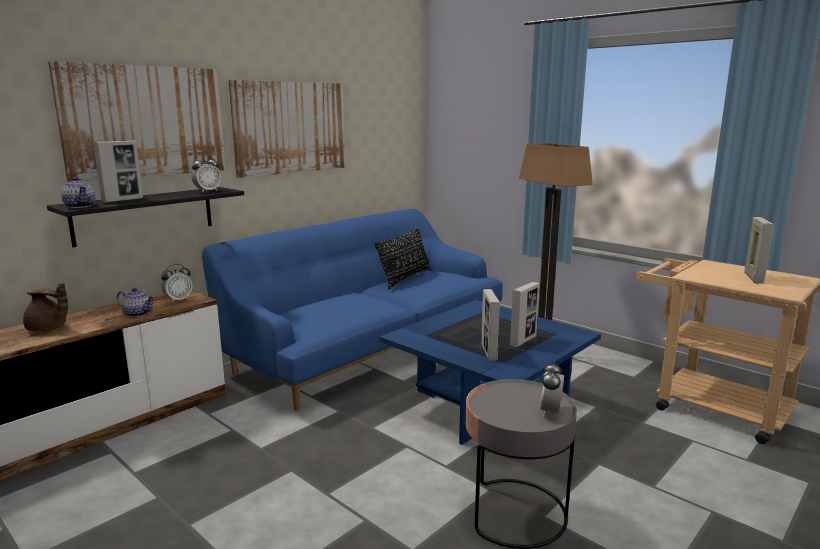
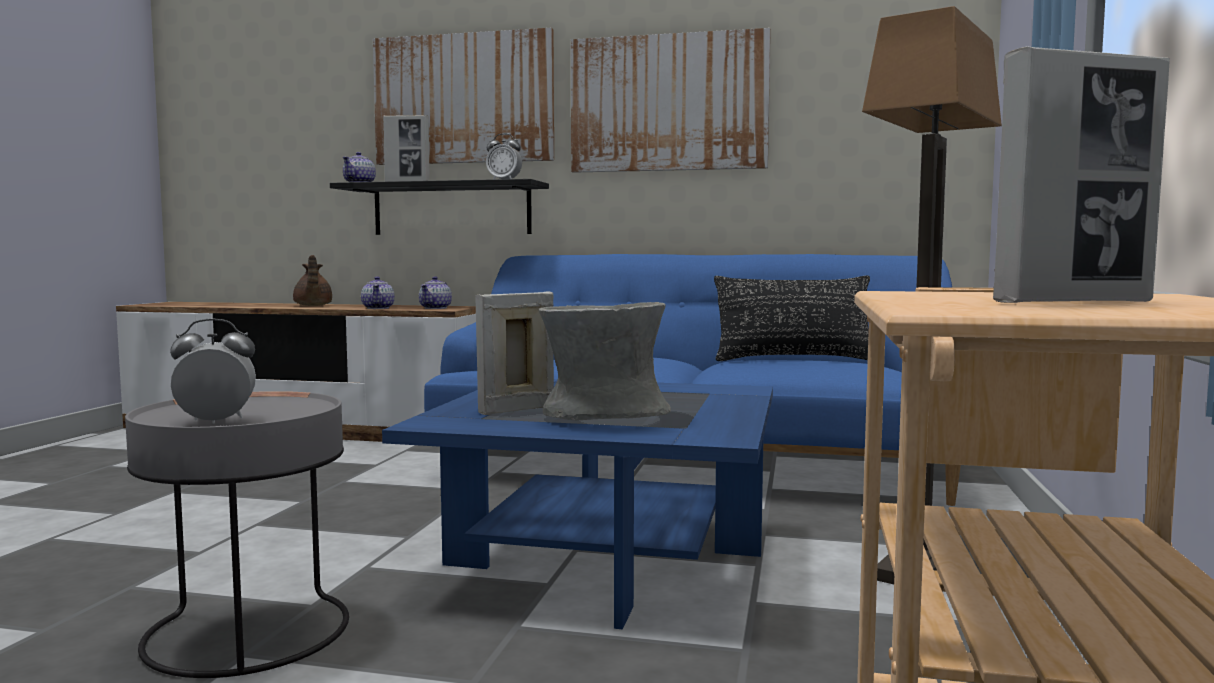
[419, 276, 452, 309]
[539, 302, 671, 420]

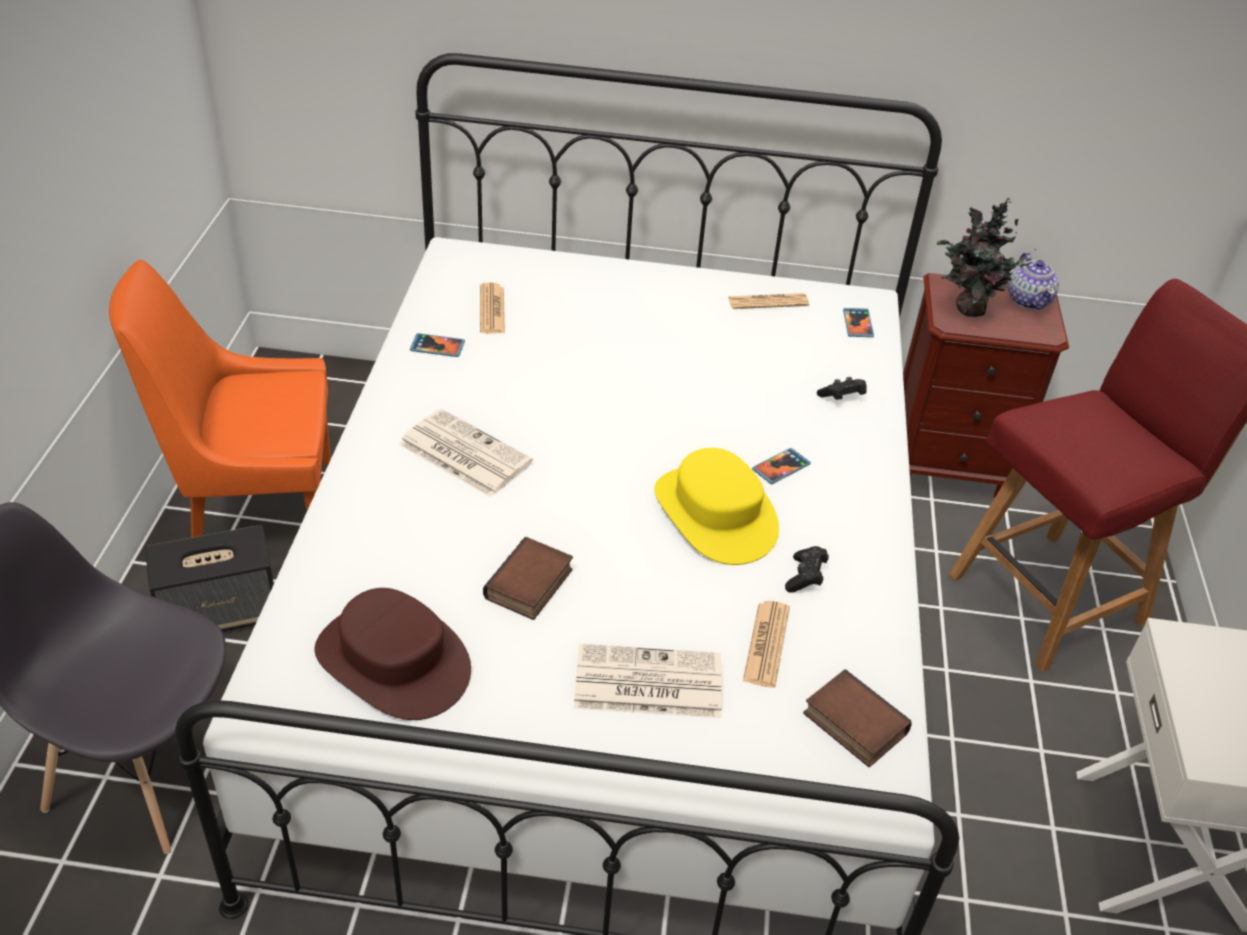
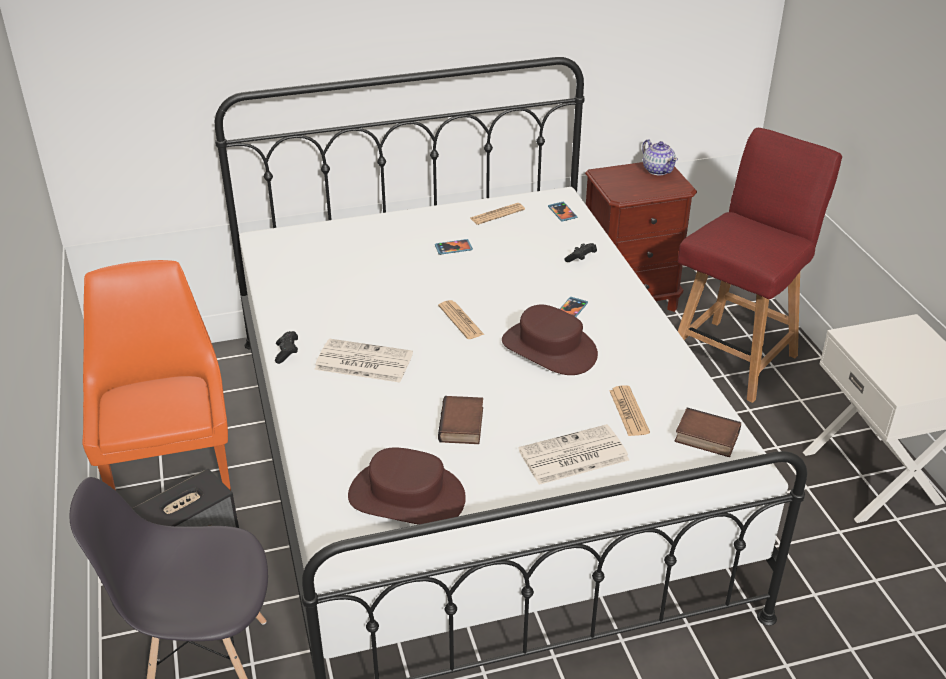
[82, 260, 231, 491]
[275, 331, 298, 364]
[435, 239, 473, 255]
[438, 300, 484, 339]
[502, 304, 598, 375]
[937, 197, 1036, 317] (first image)

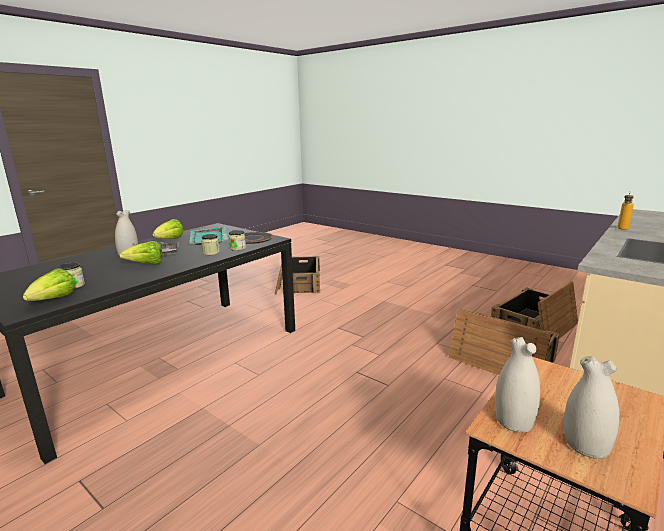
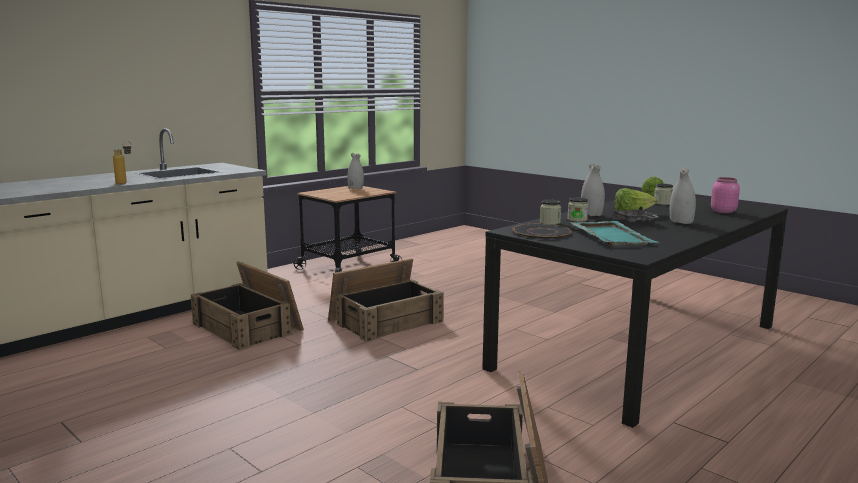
[328, 258, 444, 342]
[581, 163, 605, 216]
[711, 177, 740, 213]
[152, 219, 183, 239] (first image)

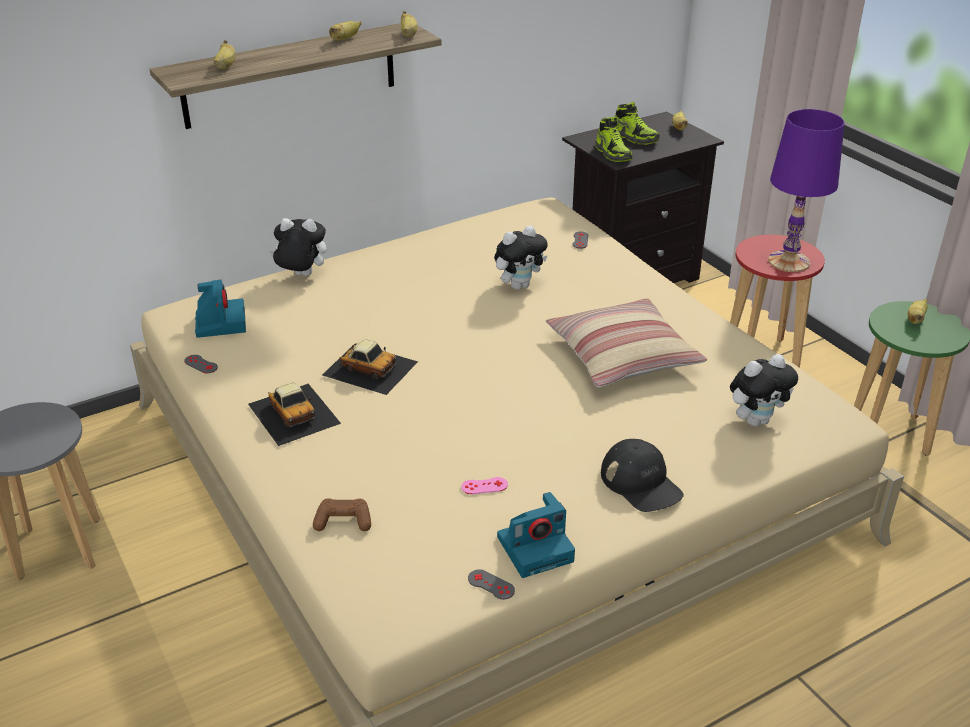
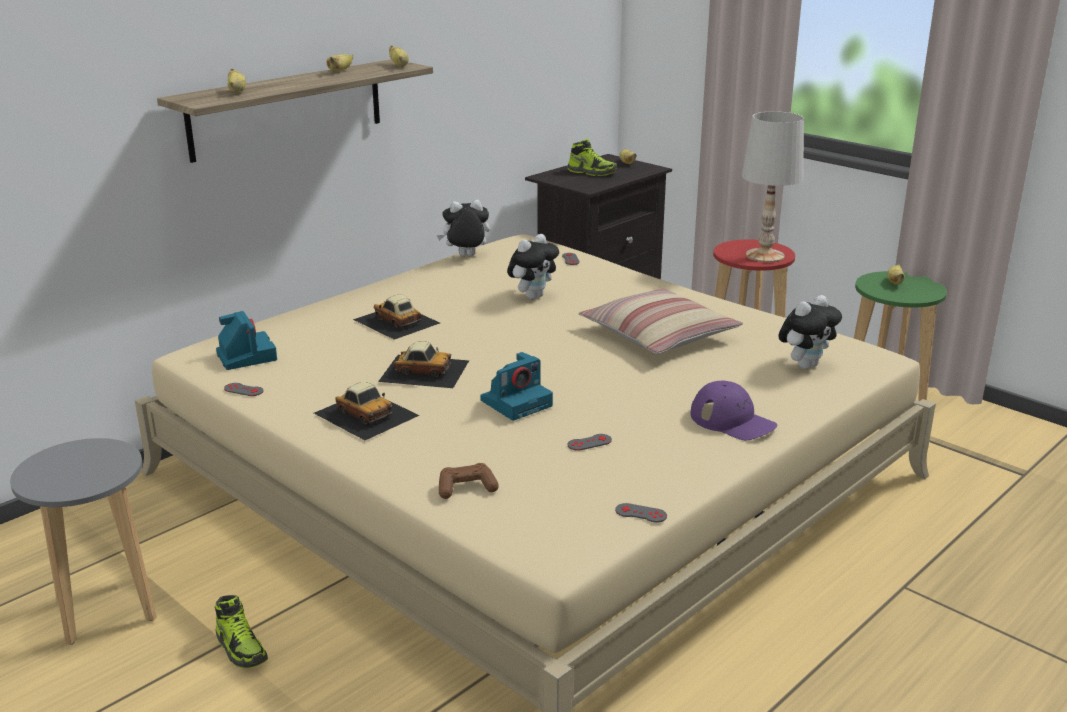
[215, 595, 268, 668]
[353, 295, 440, 340]
[437, 200, 490, 256]
[481, 352, 553, 421]
[568, 434, 612, 451]
[691, 380, 777, 440]
[742, 111, 804, 263]

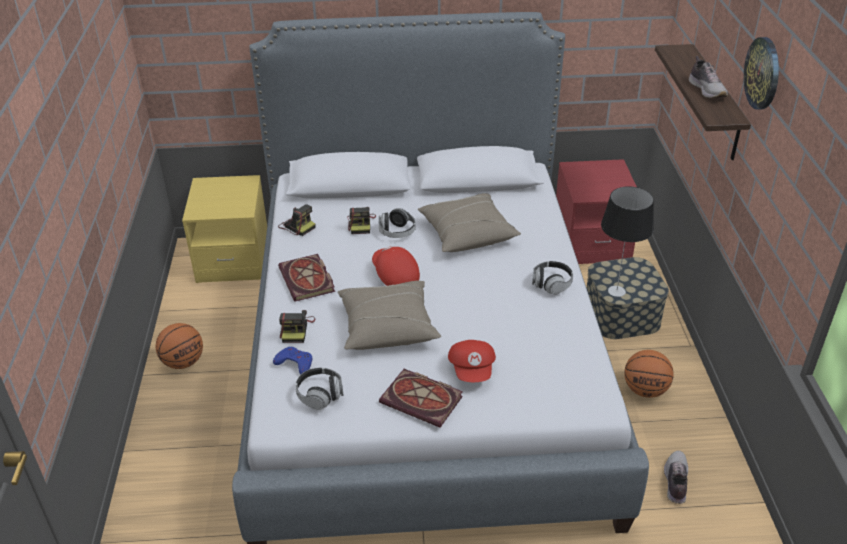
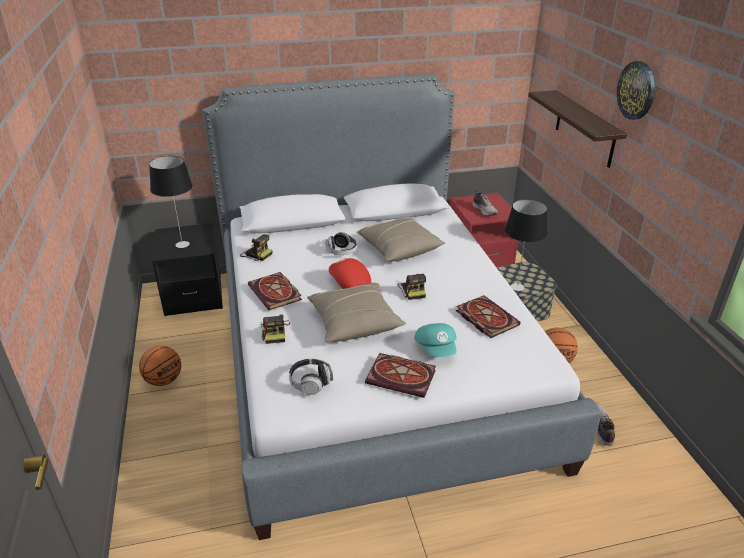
[149, 156, 193, 248]
[152, 223, 223, 316]
[398, 274, 426, 300]
[414, 323, 457, 357]
[456, 295, 521, 338]
[472, 190, 498, 216]
[273, 347, 312, 374] (first image)
[532, 261, 573, 295] (first image)

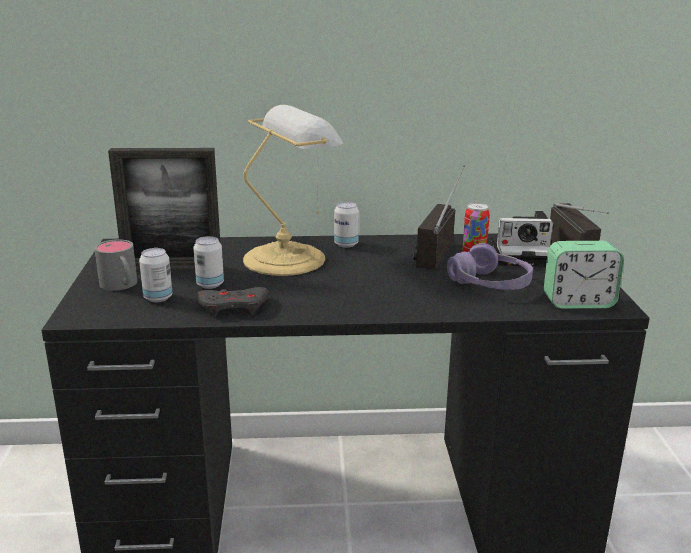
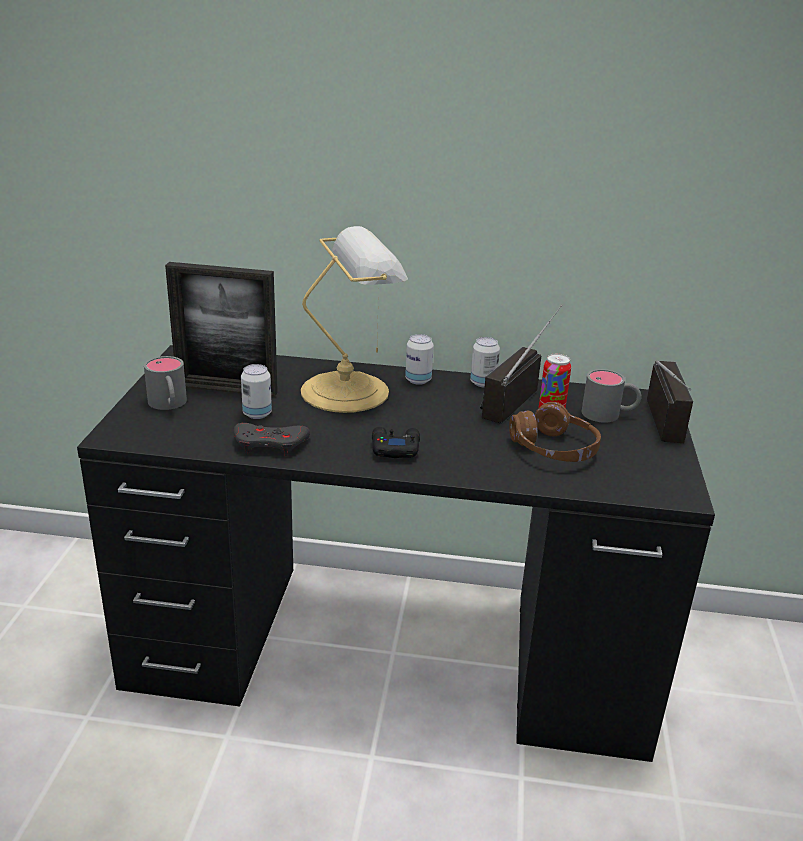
[372, 427, 420, 458]
[470, 337, 500, 387]
[509, 402, 601, 462]
[582, 369, 642, 423]
[544, 241, 624, 309] (first image)

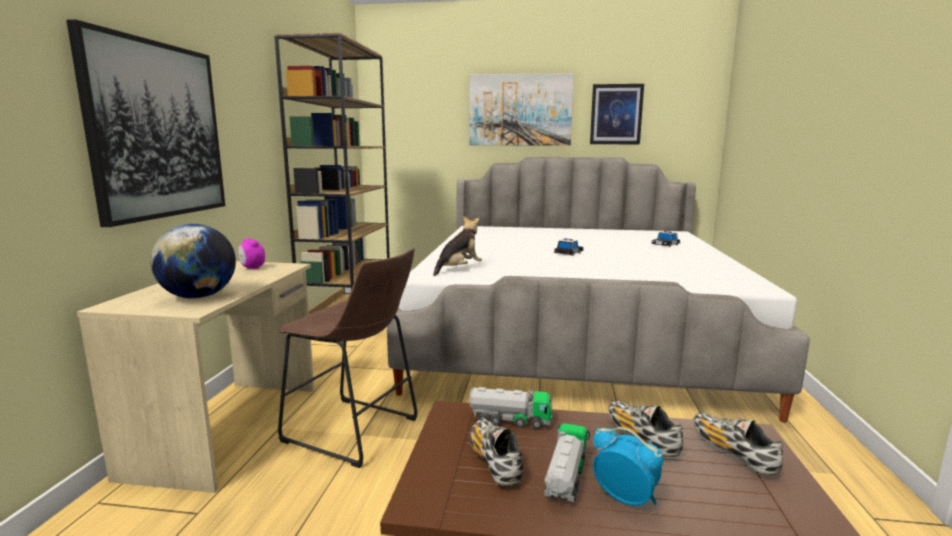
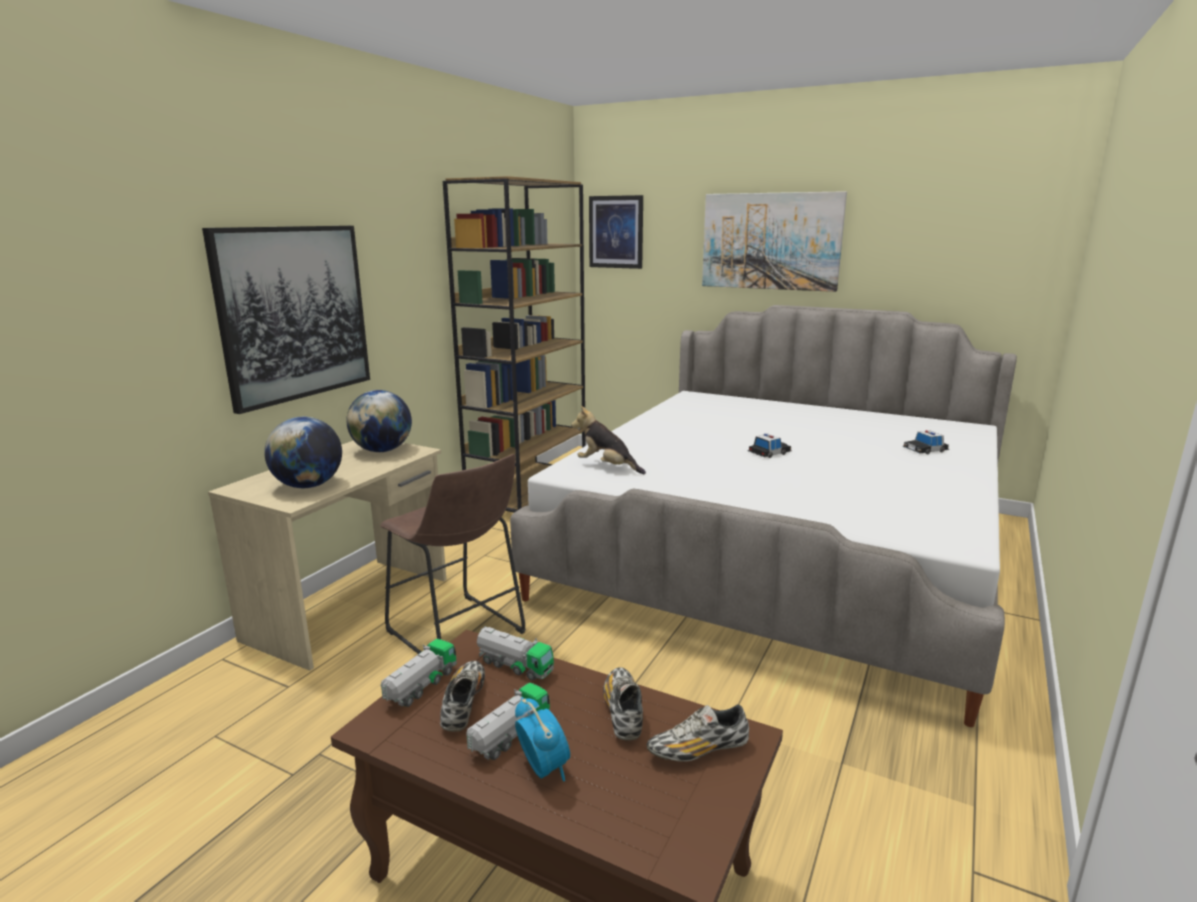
[346, 390, 412, 452]
[381, 639, 457, 707]
[571, 406, 646, 474]
[589, 195, 643, 269]
[647, 704, 749, 762]

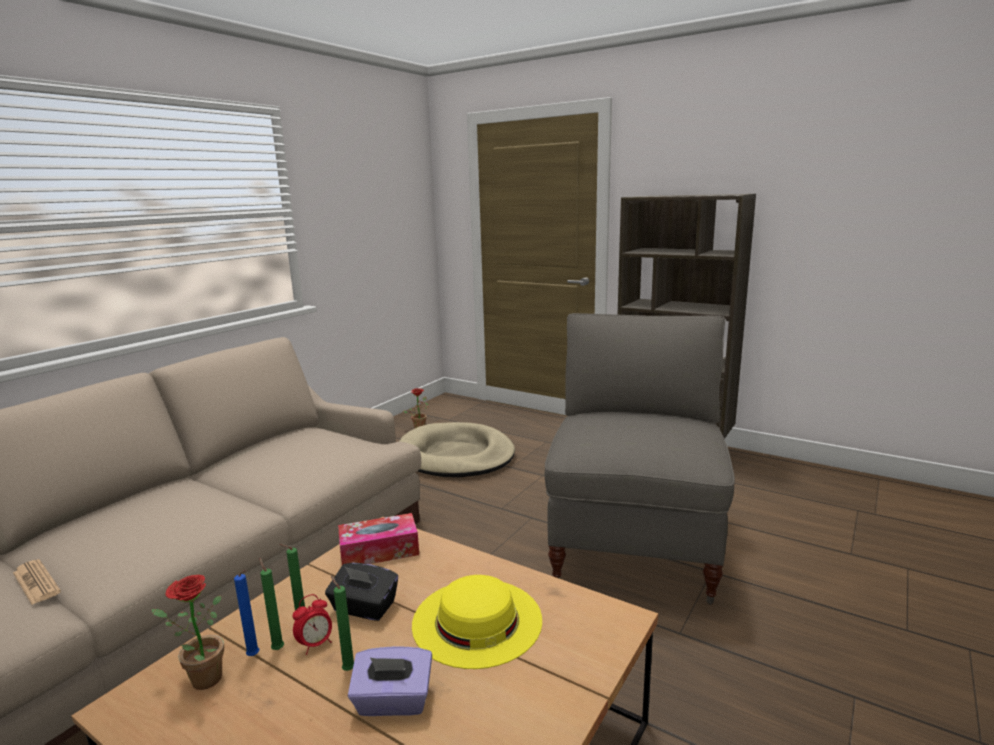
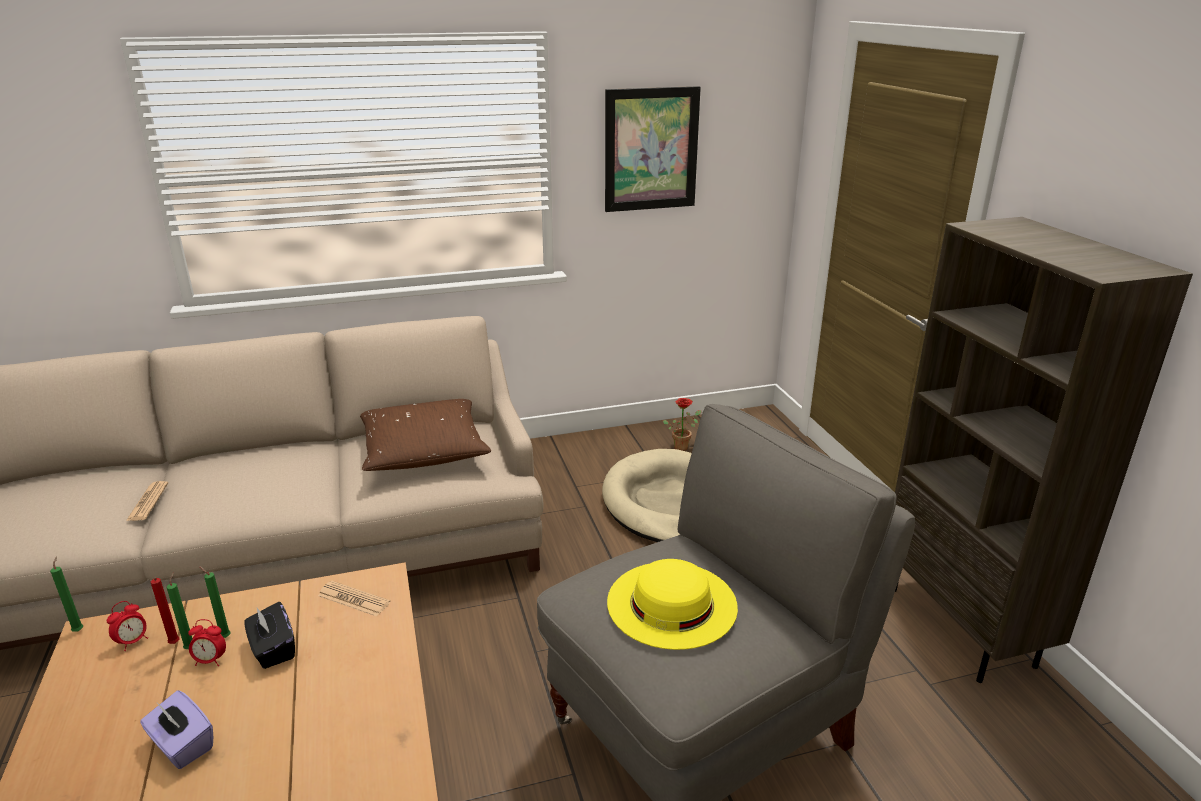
[50, 556, 83, 632]
[107, 601, 148, 651]
[151, 577, 180, 644]
[318, 581, 391, 617]
[360, 399, 491, 471]
[605, 86, 701, 212]
[607, 559, 738, 650]

